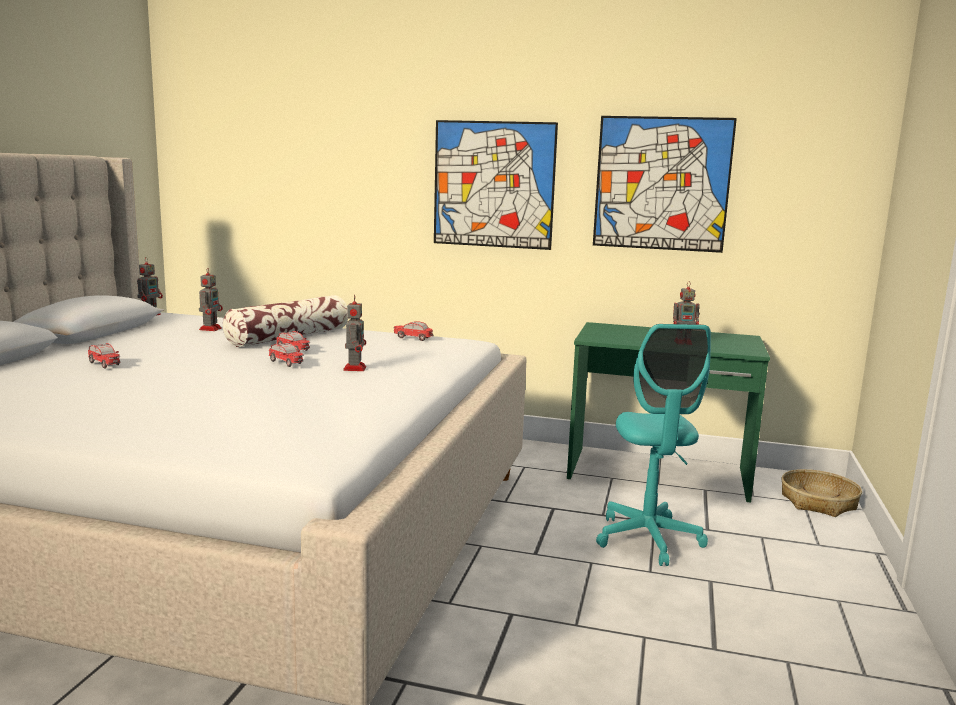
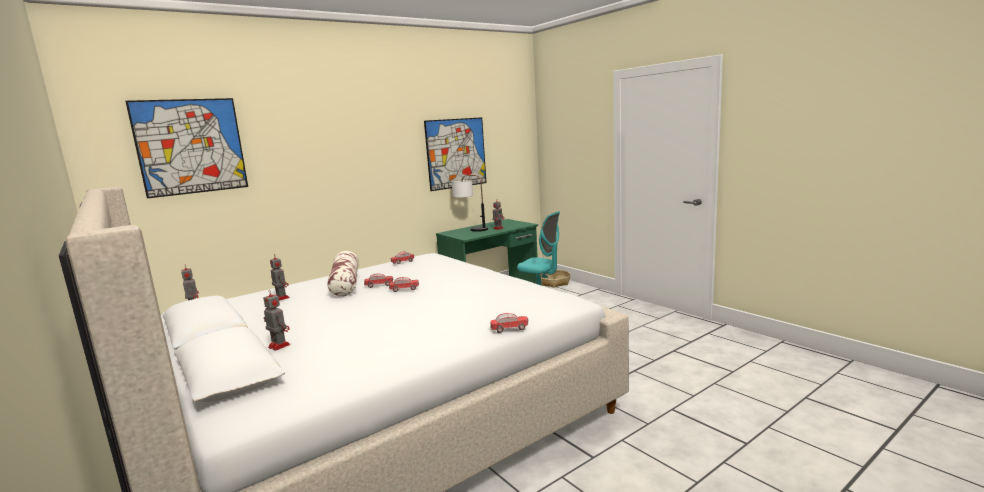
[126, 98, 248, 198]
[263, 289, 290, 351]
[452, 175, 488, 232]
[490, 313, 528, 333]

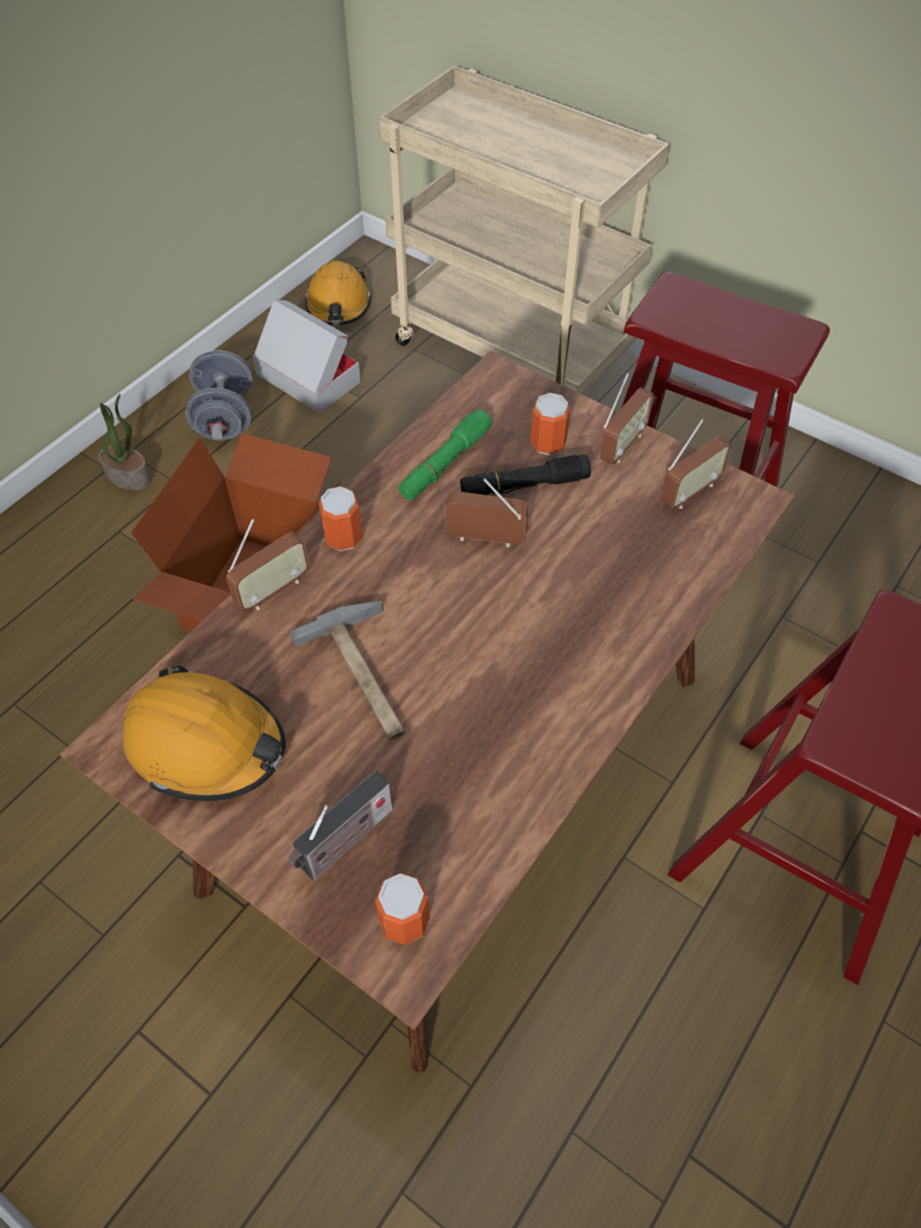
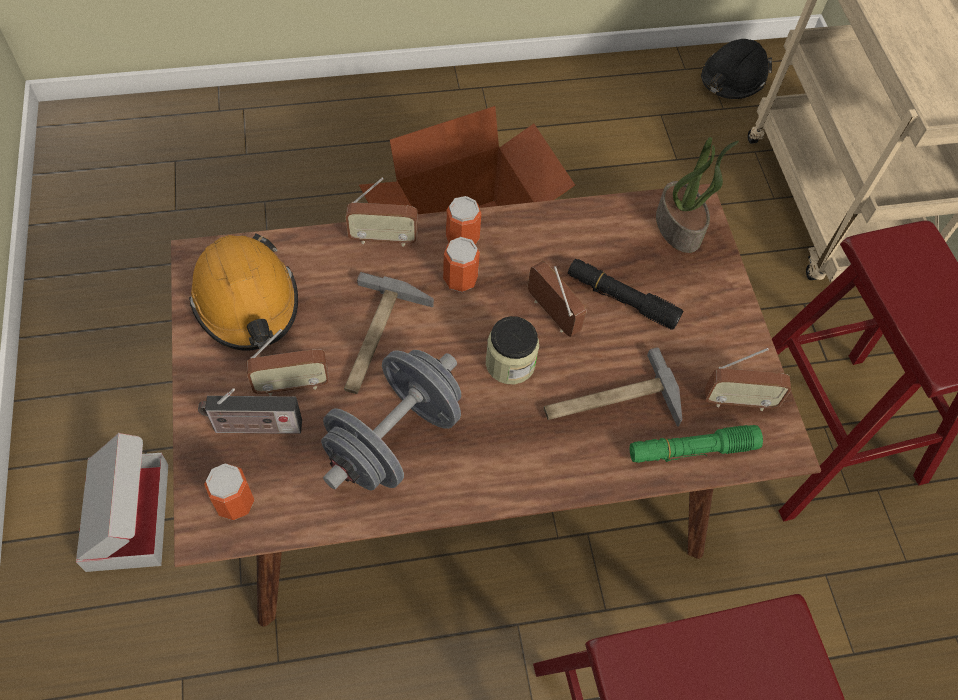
[76, 433, 168, 572]
[246, 329, 329, 396]
[321, 350, 461, 490]
[443, 237, 480, 292]
[486, 316, 539, 384]
[544, 347, 682, 427]
[630, 425, 763, 463]
[656, 137, 739, 253]
[701, 39, 772, 99]

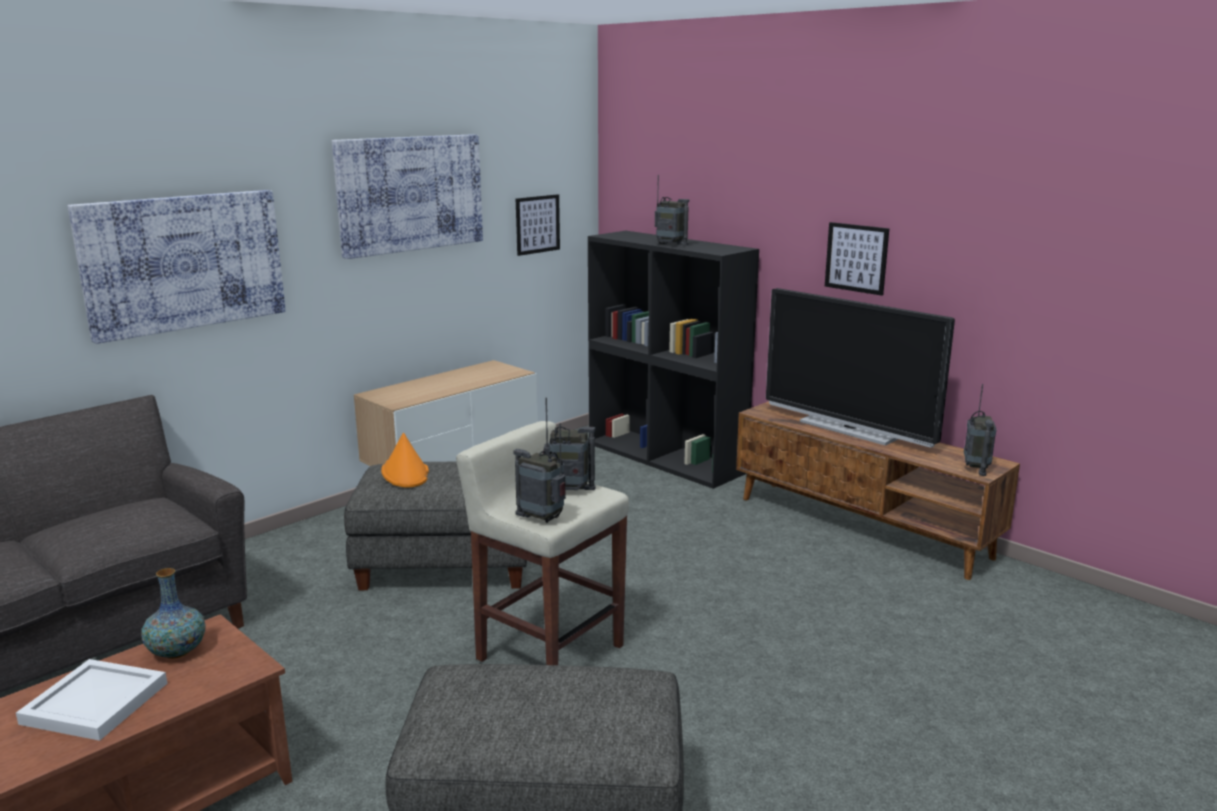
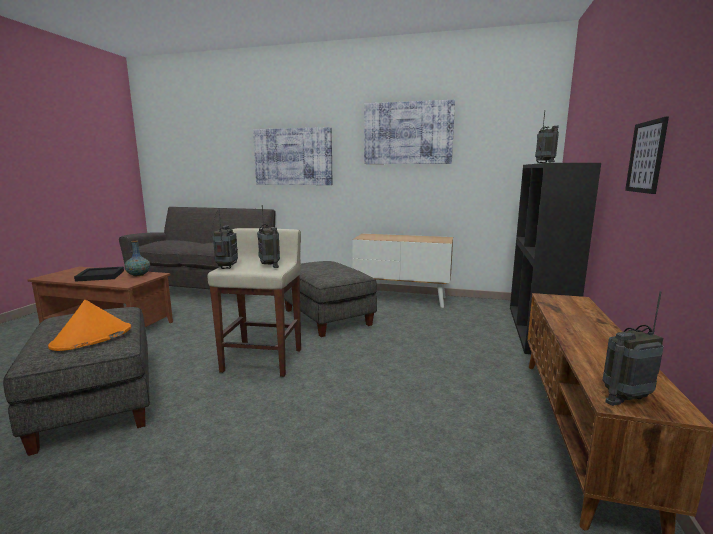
[48, 300, 131, 351]
[74, 267, 124, 282]
[516, 194, 560, 256] (first image)
[766, 288, 955, 448] (first image)

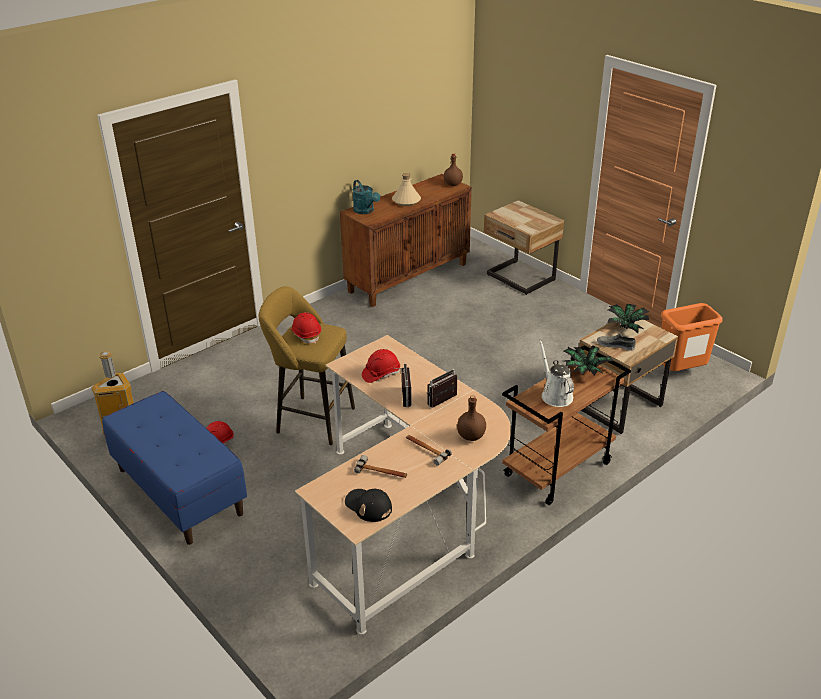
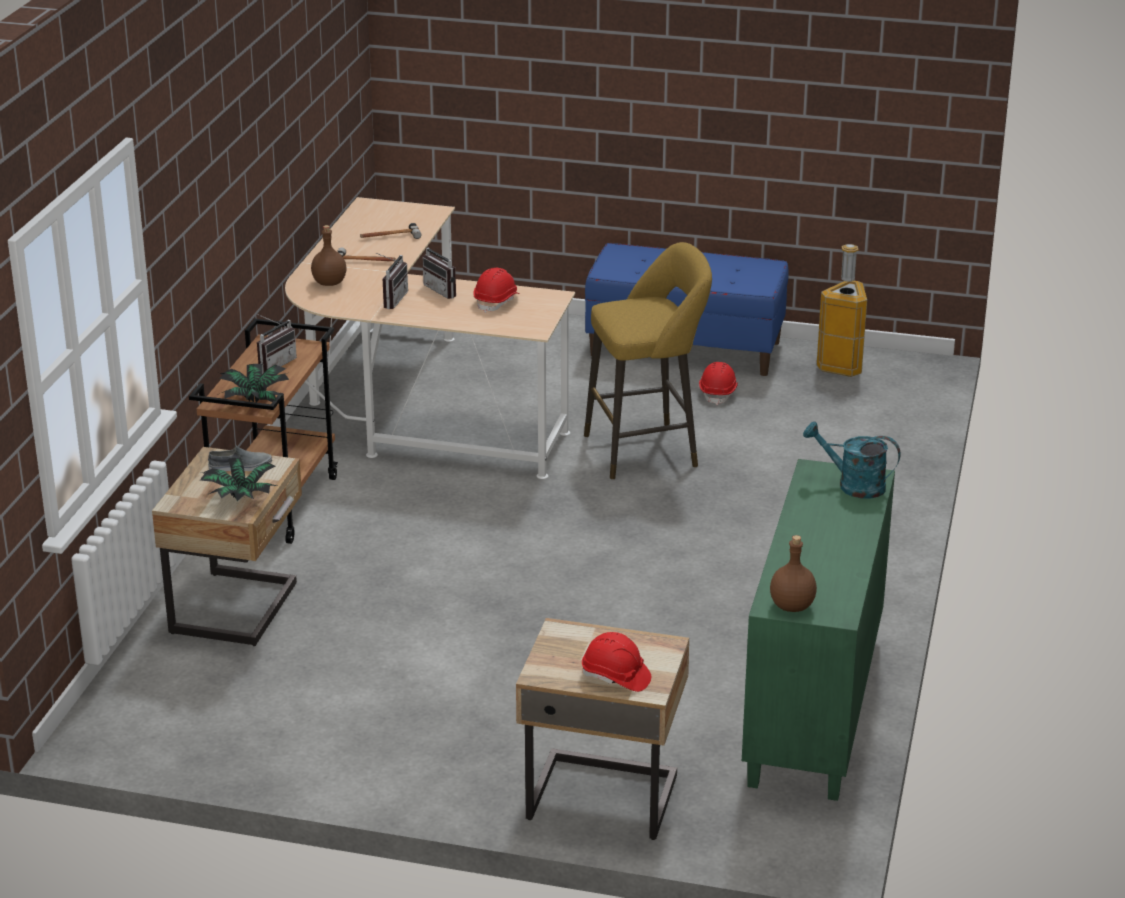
[257, 314, 297, 374]
[582, 632, 651, 692]
[742, 459, 895, 801]
[345, 488, 392, 522] (first image)
[392, 173, 421, 206] (first image)
[661, 303, 723, 371] (first image)

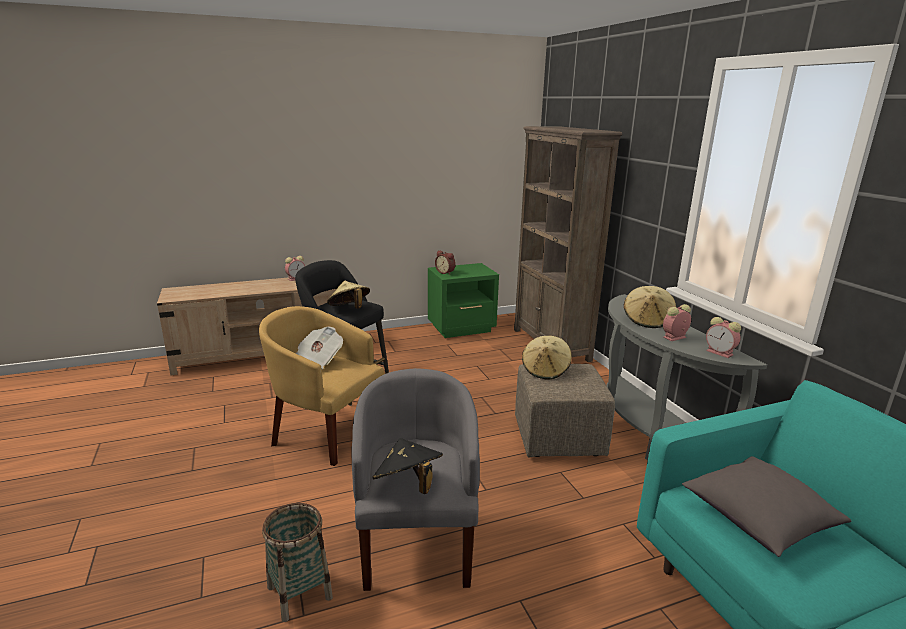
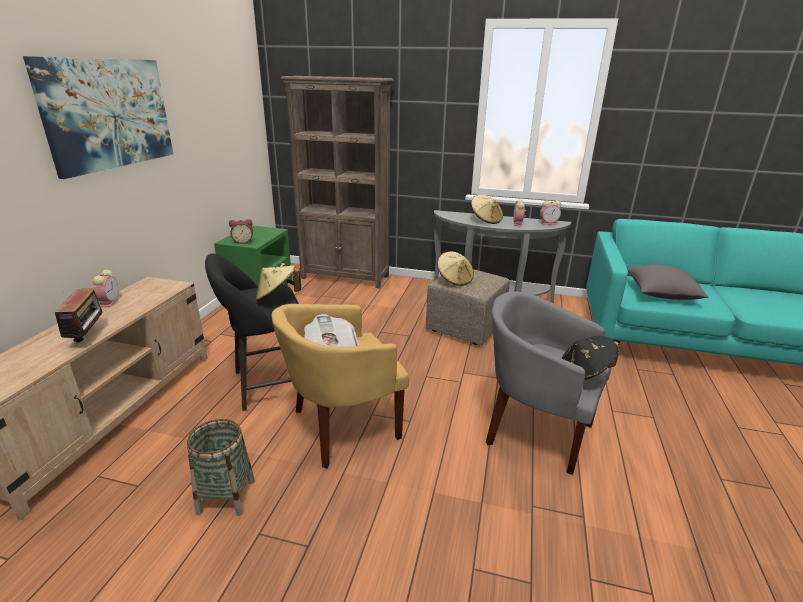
[23, 56, 173, 179]
[55, 289, 106, 346]
[187, 419, 255, 516]

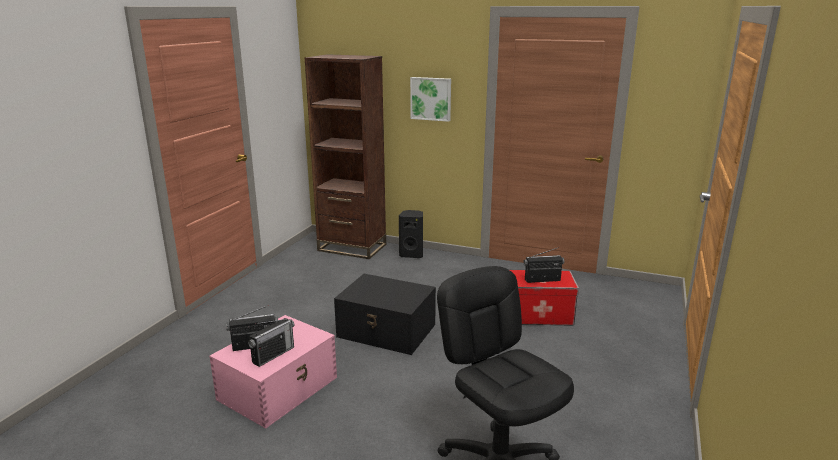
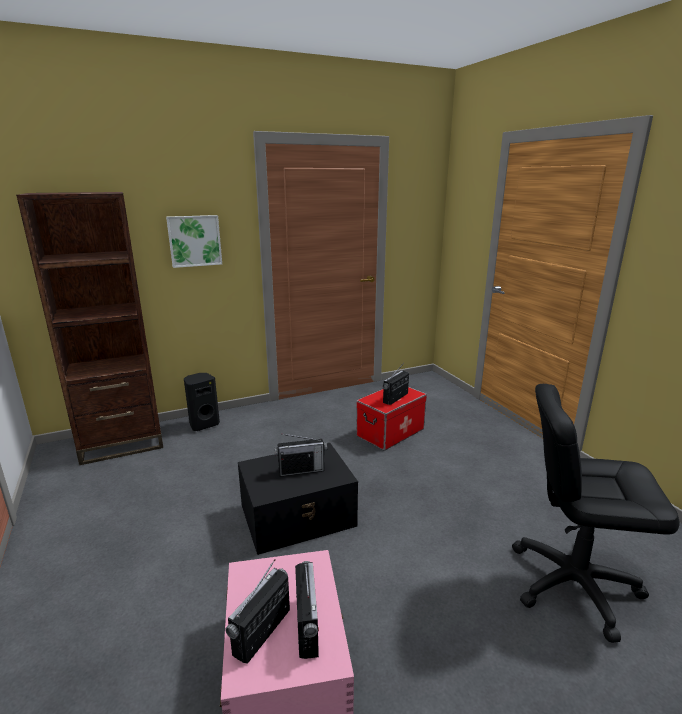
[274, 434, 327, 477]

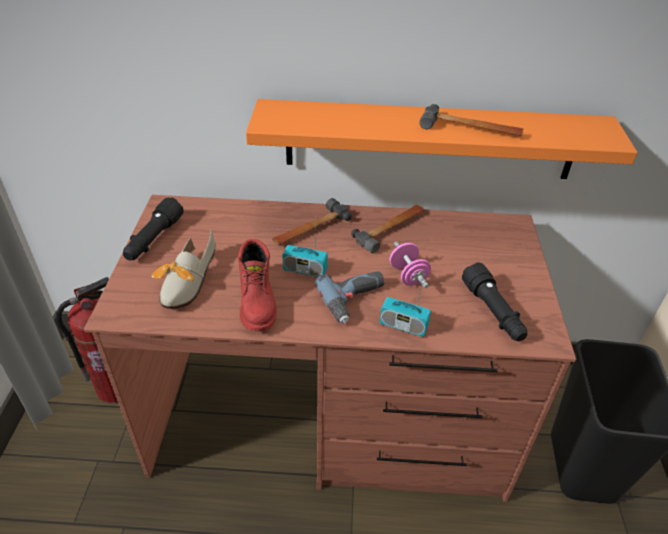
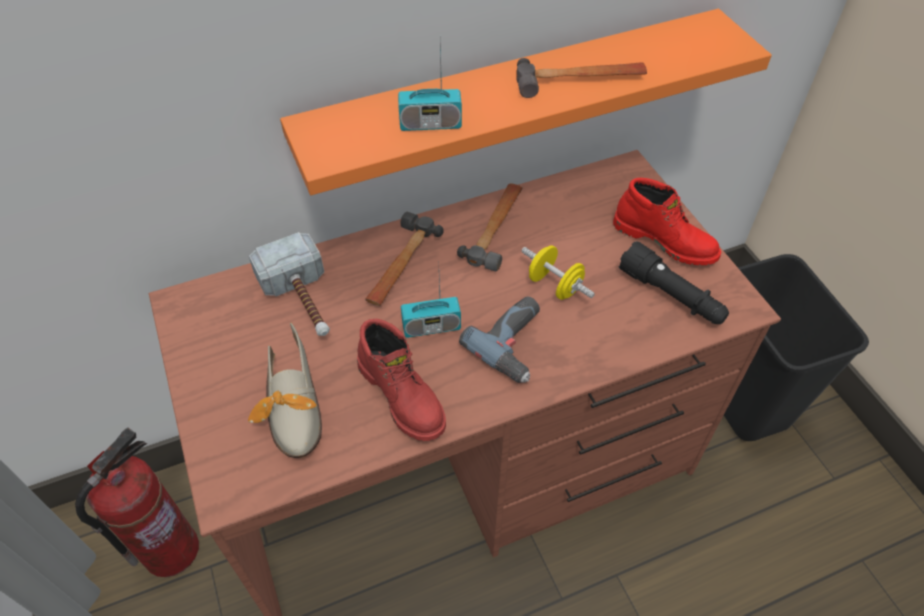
[249, 232, 330, 336]
[398, 48, 462, 131]
[522, 245, 595, 300]
[613, 178, 721, 265]
[123, 198, 184, 260] (first image)

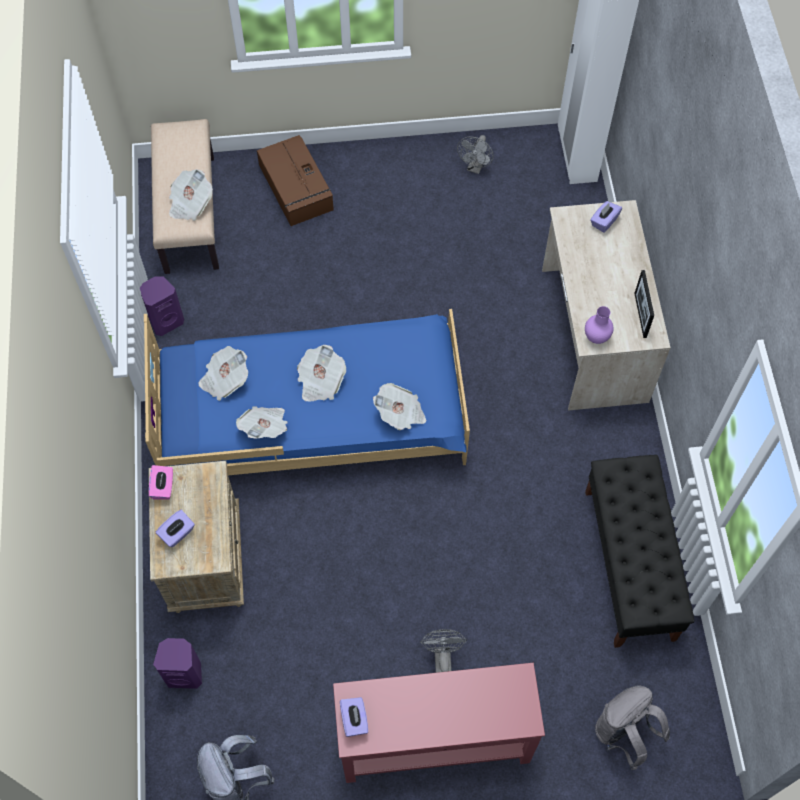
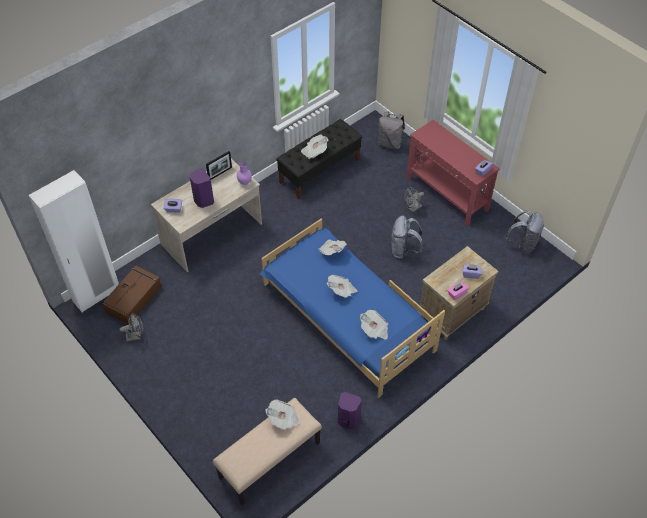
[102, 266, 162, 325]
[190, 168, 214, 208]
[301, 135, 328, 159]
[391, 216, 423, 259]

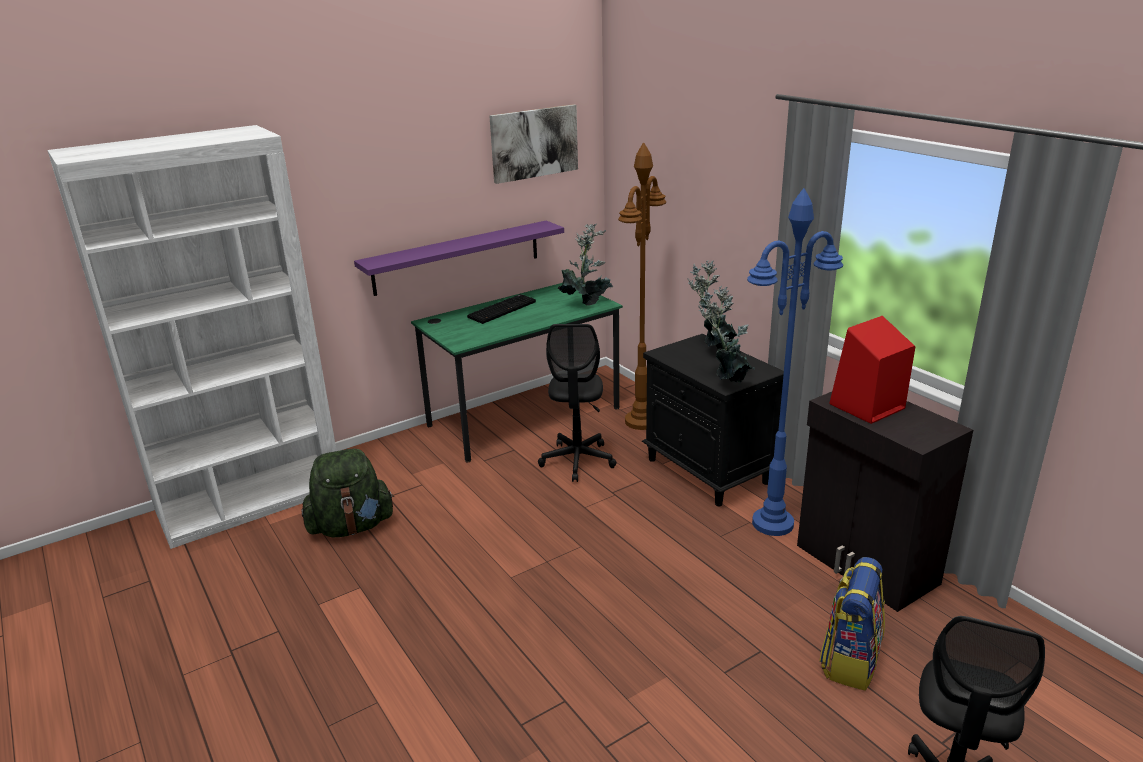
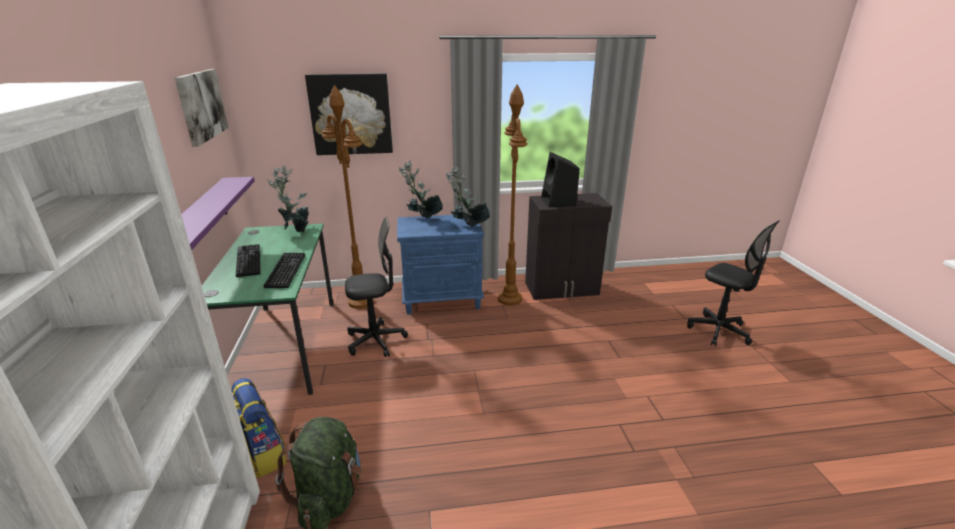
[231, 378, 287, 478]
[264, 253, 305, 288]
[305, 73, 393, 155]
[345, 217, 408, 357]
[397, 215, 485, 314]
[498, 85, 527, 306]
[541, 152, 580, 207]

